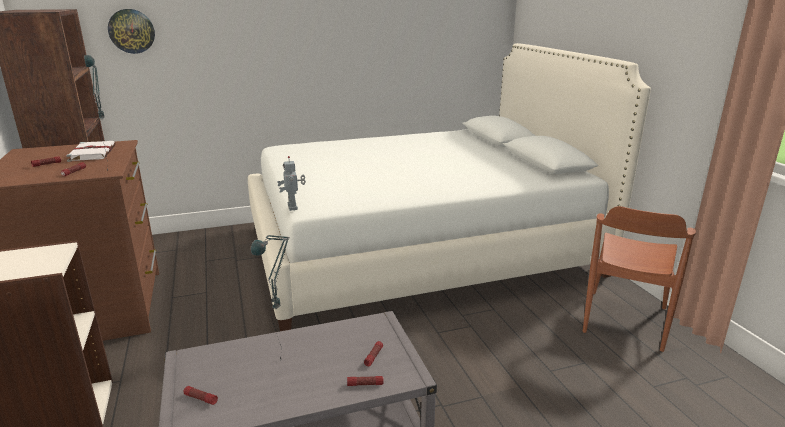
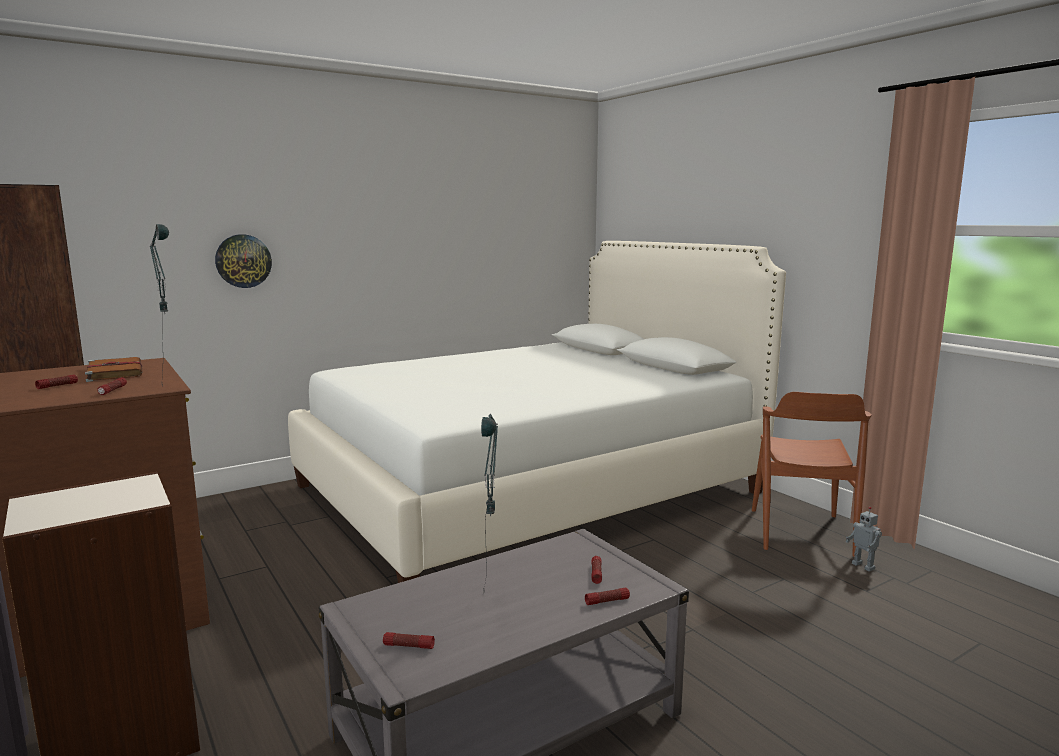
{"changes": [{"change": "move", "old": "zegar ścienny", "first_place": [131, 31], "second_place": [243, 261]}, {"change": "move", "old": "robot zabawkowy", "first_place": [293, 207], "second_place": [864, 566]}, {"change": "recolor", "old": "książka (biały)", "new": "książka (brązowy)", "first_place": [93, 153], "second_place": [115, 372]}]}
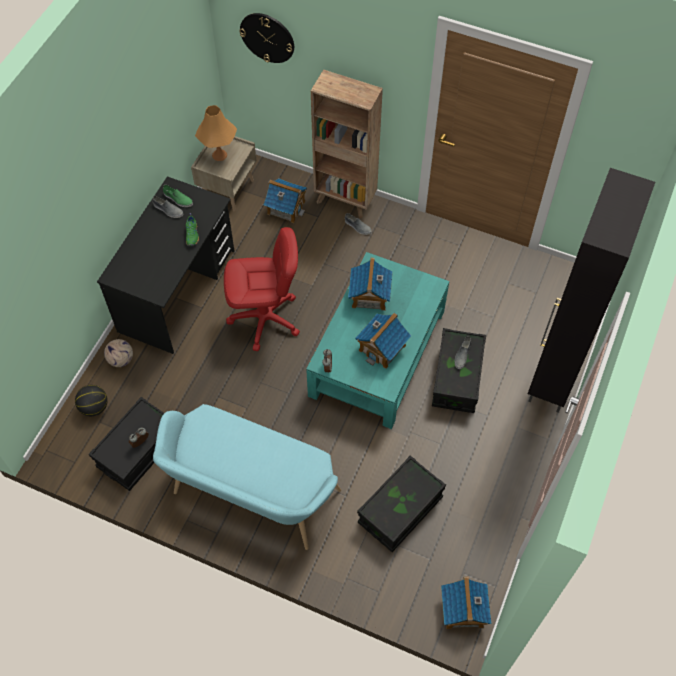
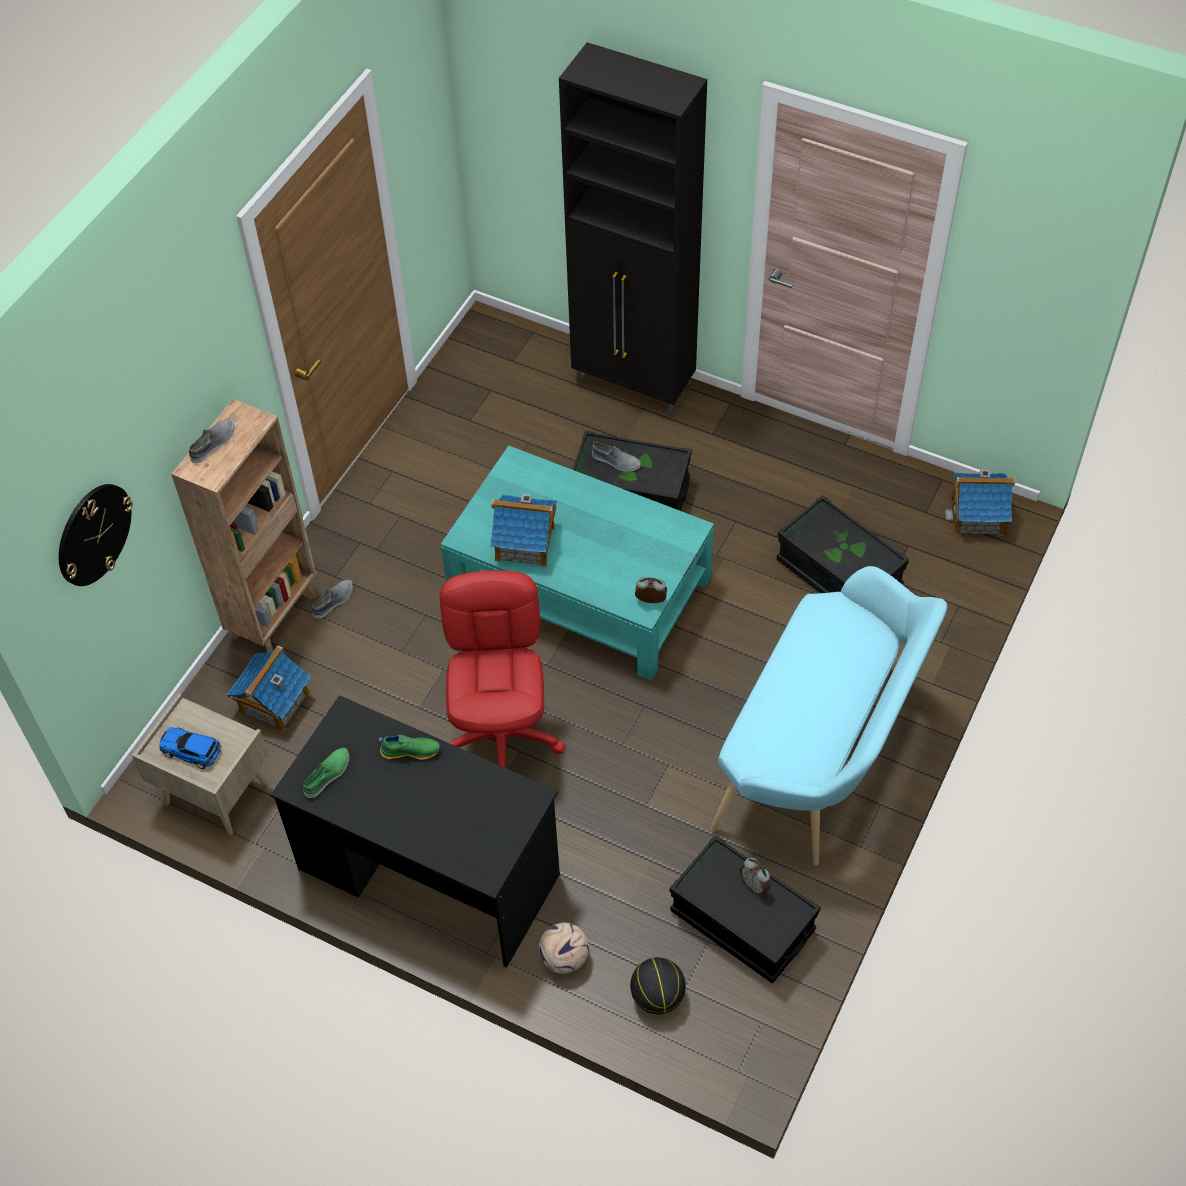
{"changes": [{"change": "delete", "old": "domek", "first_place": [382, 348]}, {"change": "move", "old": "but (szary)", "first_place": [168, 210], "second_place": [213, 443]}, {"change": "replace", "old": "lampa stołowa (pomarańczowy)", "new": "samochodzik", "first_place": [219, 155], "second_place": [192, 751]}]}
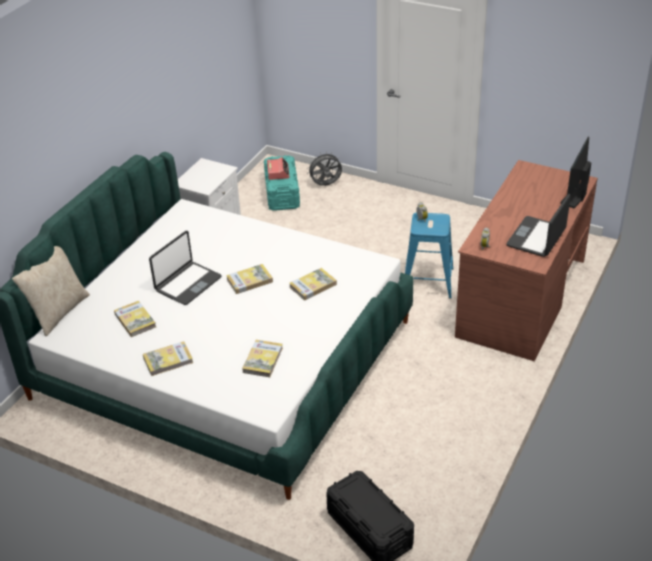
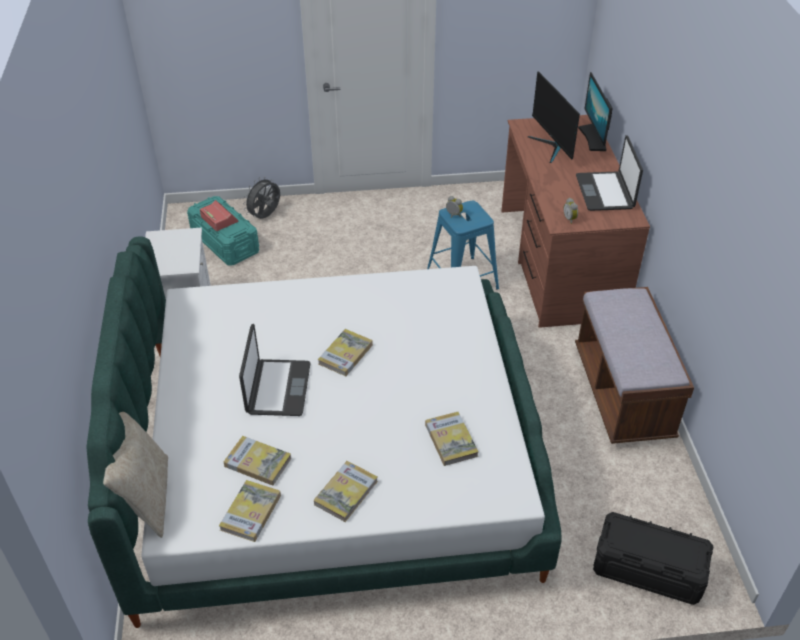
{"changes": [{"change": "insert", "new": "monitor", "second_place": [552, 147]}, {"change": "insert", "new": "ławka (brązowy)", "second_place": [622, 393]}, {"change": "move", "old": "książka", "first_place": [313, 286], "second_place": [251, 512]}]}
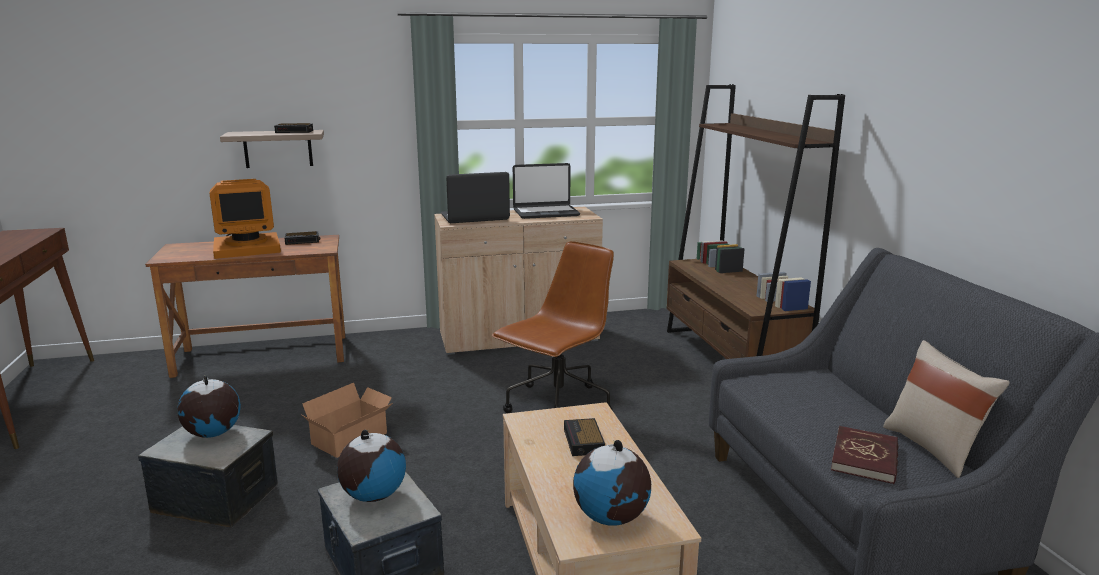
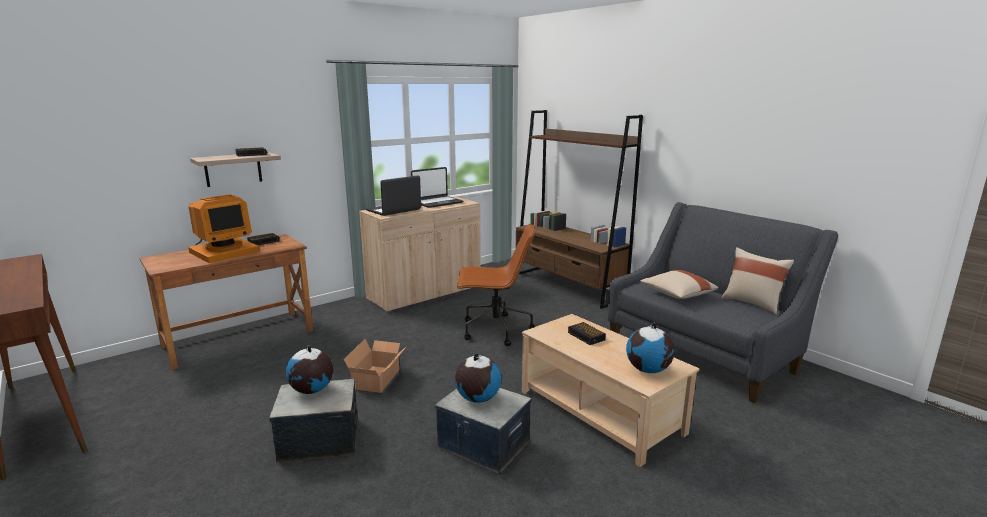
{"changes": [{"change": "delete", "old": "książka (czerwony)", "first_place": [865, 458]}, {"change": "insert", "new": "poduszka (beżowy)", "second_place": [677, 295]}, {"change": "rotate", "old": "krzesło biurowe (brązowy)", "first_place": [557, 406], "second_place": [494, 330], "degrees": 75}]}
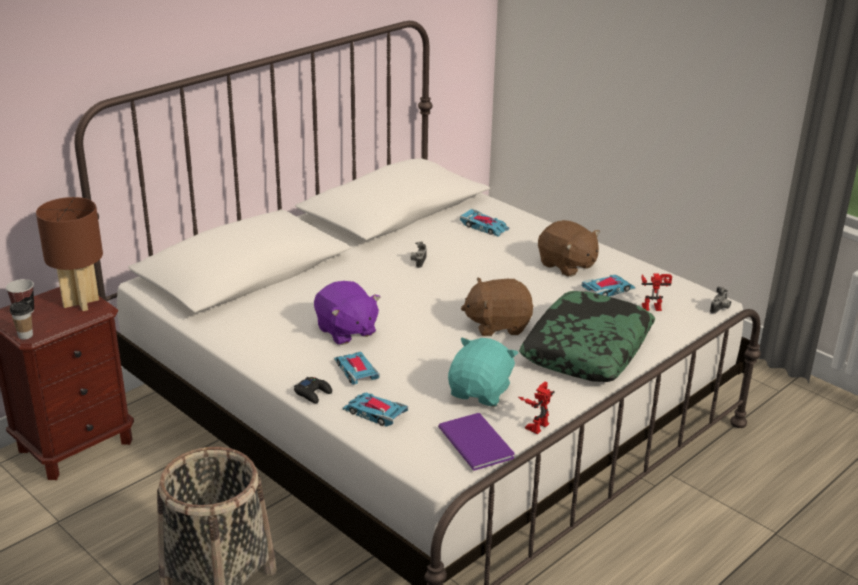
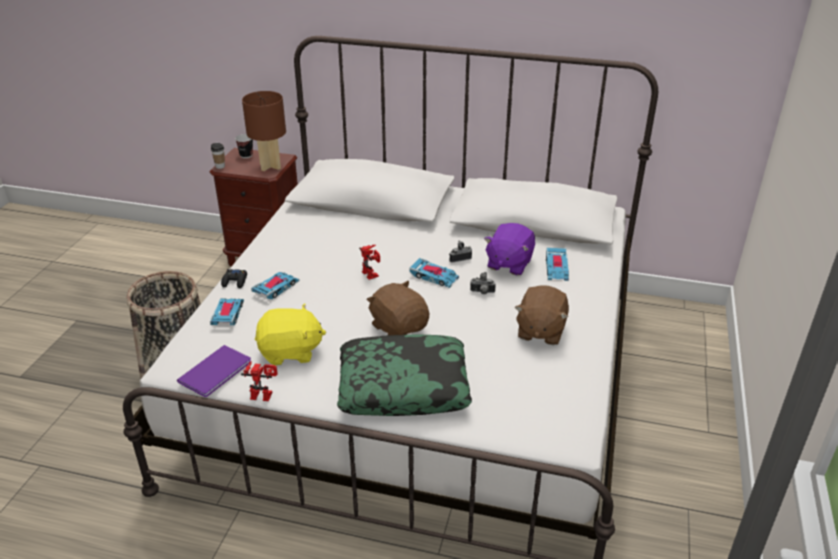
{"changes": [{"change": "move", "old": "pluszak (fioletowy)", "first_place": [346, 331], "second_place": [509, 264]}, {"change": "move", "old": "samochodzik", "first_place": [608, 290], "second_place": [434, 276]}, {"change": "move", "old": "robot zabawkowy", "first_place": [652, 306], "second_place": [372, 274]}, {"change": "move", "old": "aparat fotograficzny", "first_place": [720, 309], "second_place": [482, 292]}, {"change": "recolor", "old": "pluszak (turkusowy)", "new": "pluszak (żółty)", "first_place": [481, 392], "second_place": [290, 352]}]}
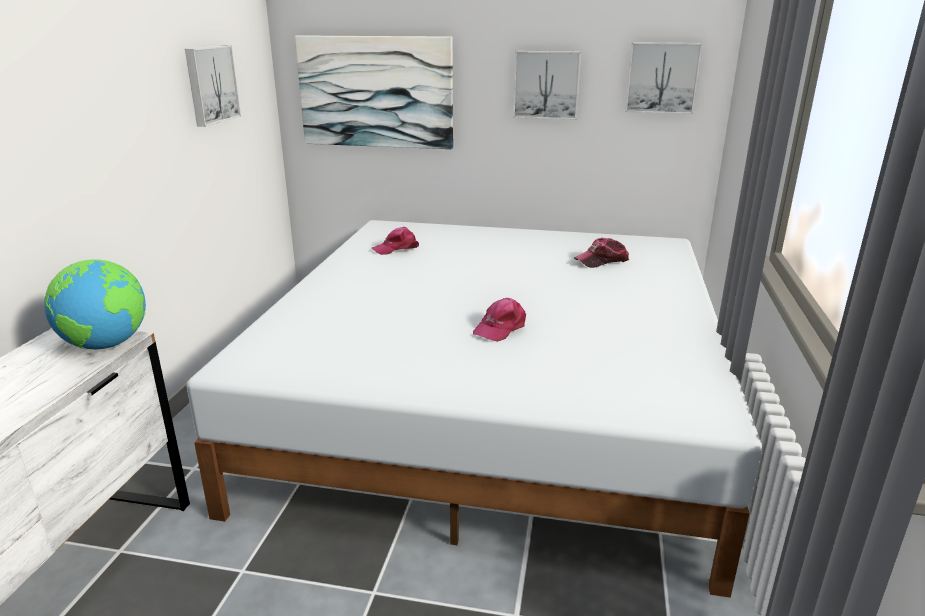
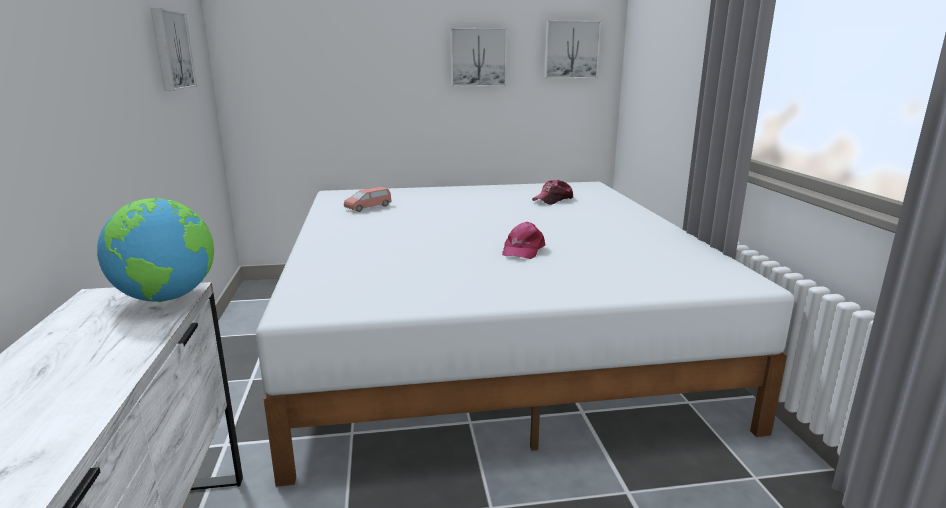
{"changes": [{"change": "delete", "old": "obraz", "first_place": [376, 92]}, {"change": "replace", "old": "czapka z daszkiem (różowy)", "new": "samochodzik (różowy)", "first_place": [396, 248], "second_place": [368, 207]}]}
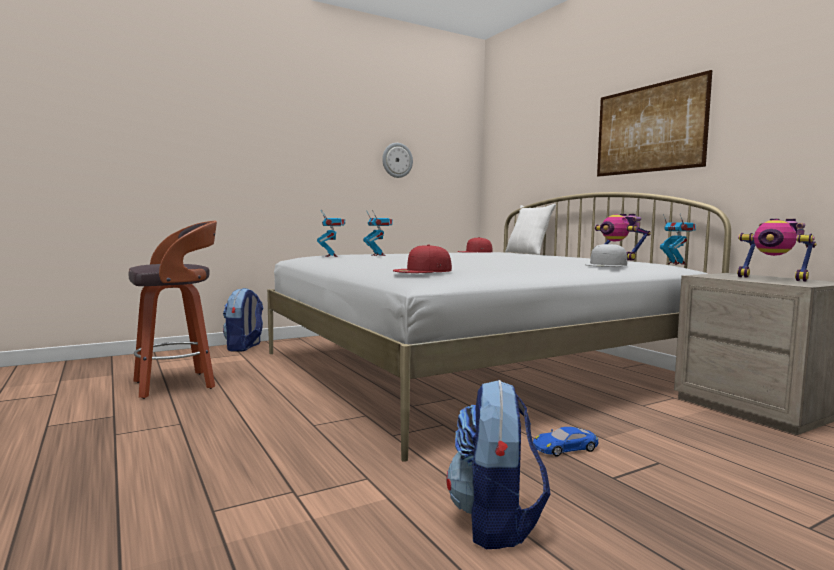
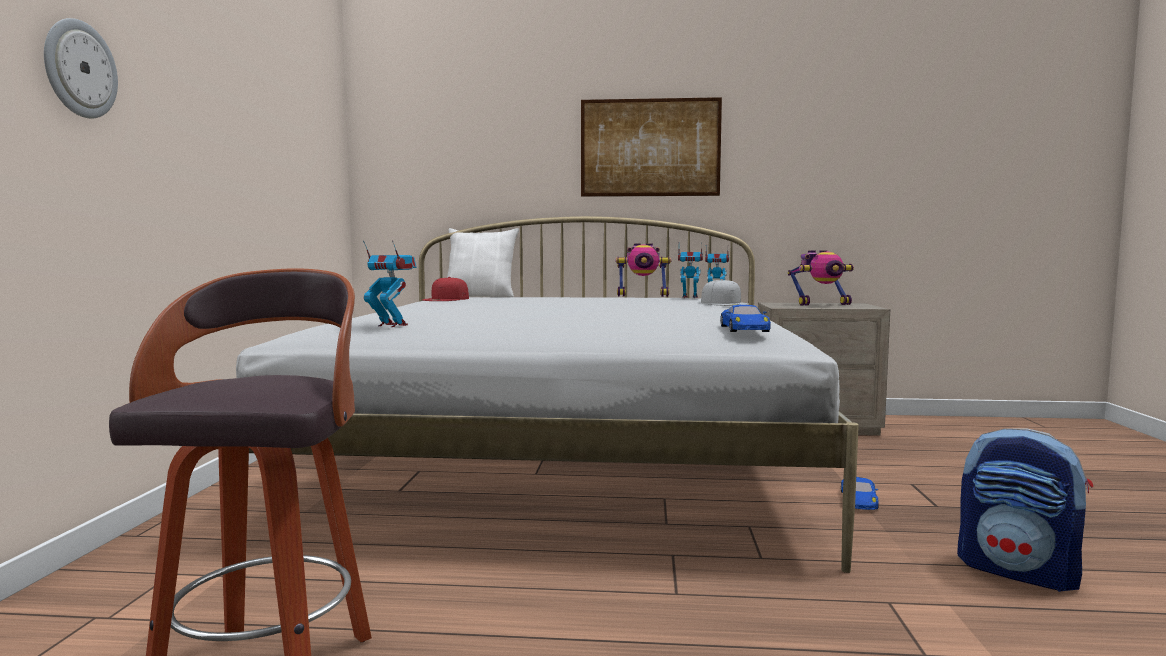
{"changes": [{"change": "delete", "old": "plecak", "first_place": [244, 347]}, {"change": "move", "old": "robot zabawkowy", "first_place": [378, 255], "second_place": [689, 297]}, {"change": "move", "old": "zegar ścienny", "first_place": [397, 160], "second_place": [79, 69]}, {"change": "replace", "old": "czapka z daszkiem (czerwony)", "new": "samochodzik (niebieski)", "first_place": [422, 270], "second_place": [744, 329]}]}
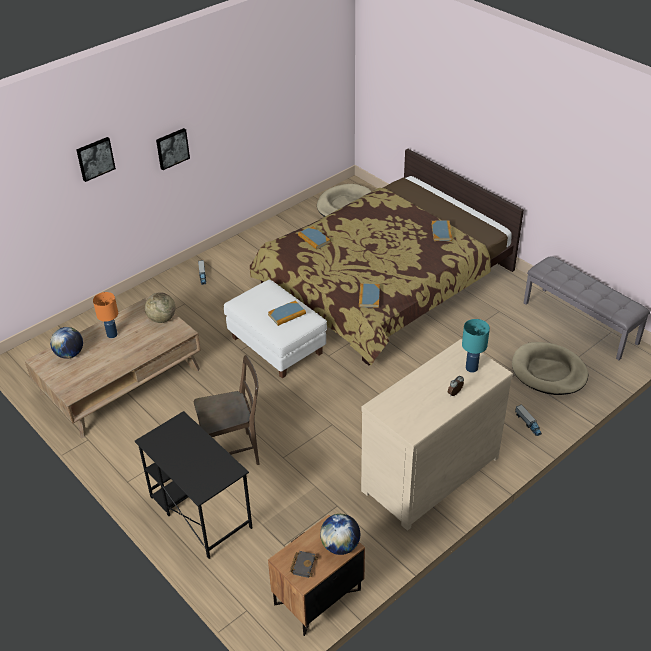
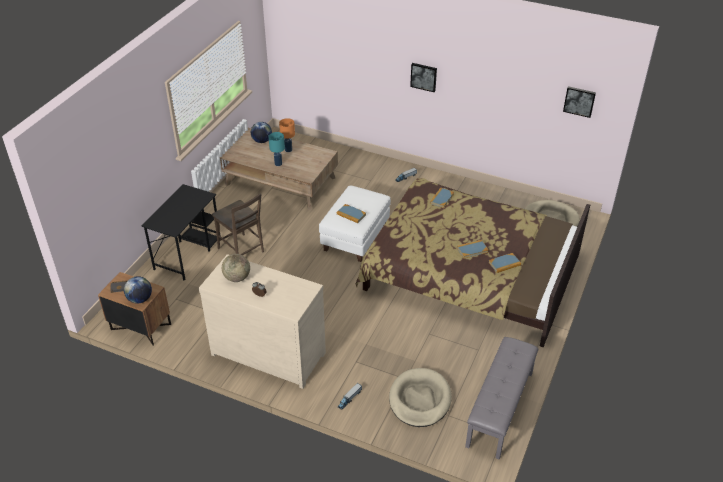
{"changes": [{"change": "move", "old": "obraz", "first_place": [95, 158], "second_place": [579, 101]}, {"change": "move", "old": "globus", "first_place": [162, 319], "second_place": [237, 278]}, {"change": "move", "old": "książka", "first_place": [369, 297], "second_place": [472, 250]}, {"change": "move", "old": "lampa stołowa (turkusowy)", "first_place": [472, 368], "second_place": [278, 164]}]}
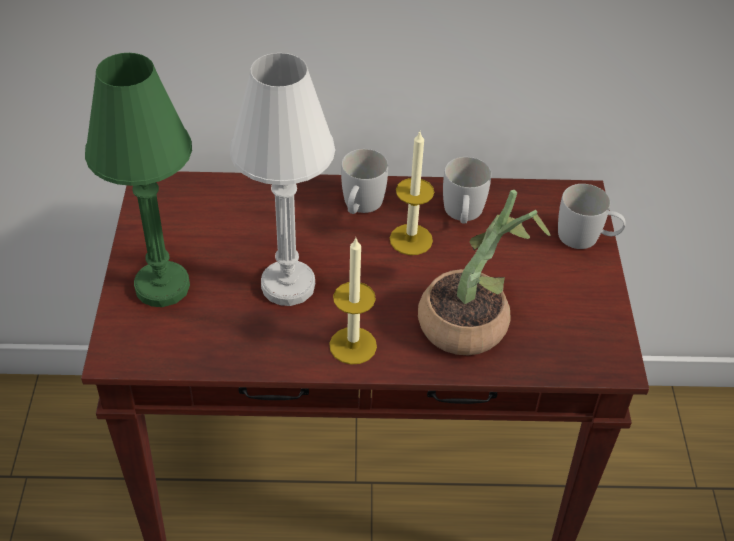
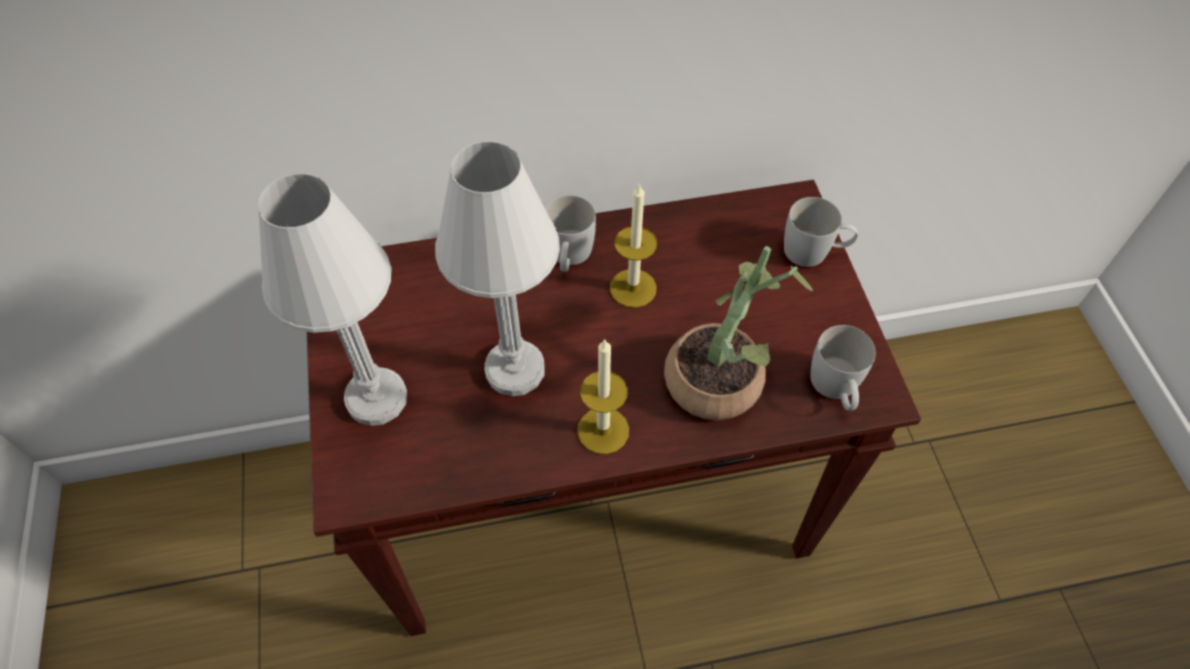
{"changes": [{"change": "move", "old": "kubek (biały)", "first_place": [463, 214], "second_place": [836, 389]}, {"change": "recolor", "old": "lampa stołowa (zielony)", "new": "lampa stołowa (biały)", "first_place": [162, 286], "second_place": [377, 398]}]}
